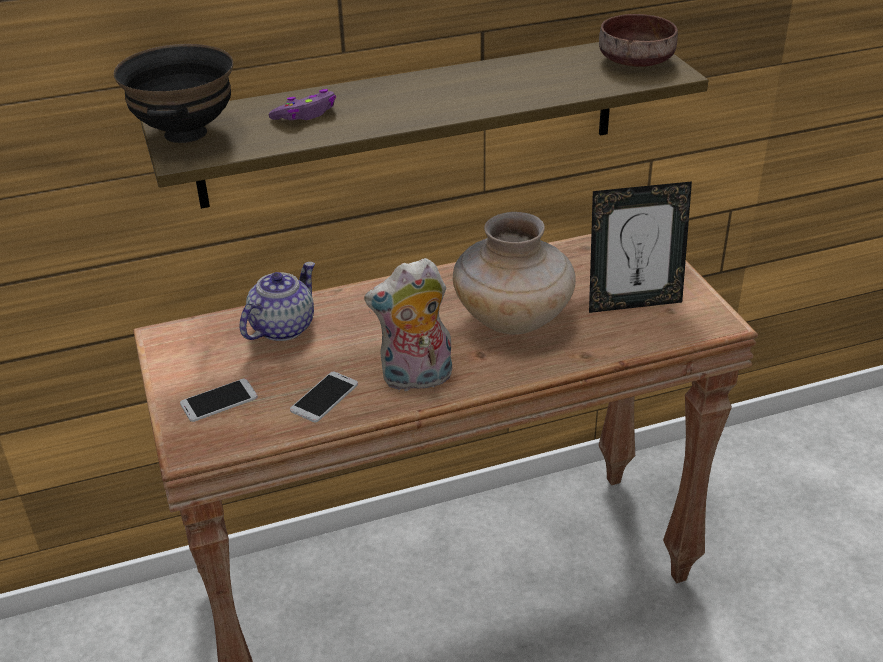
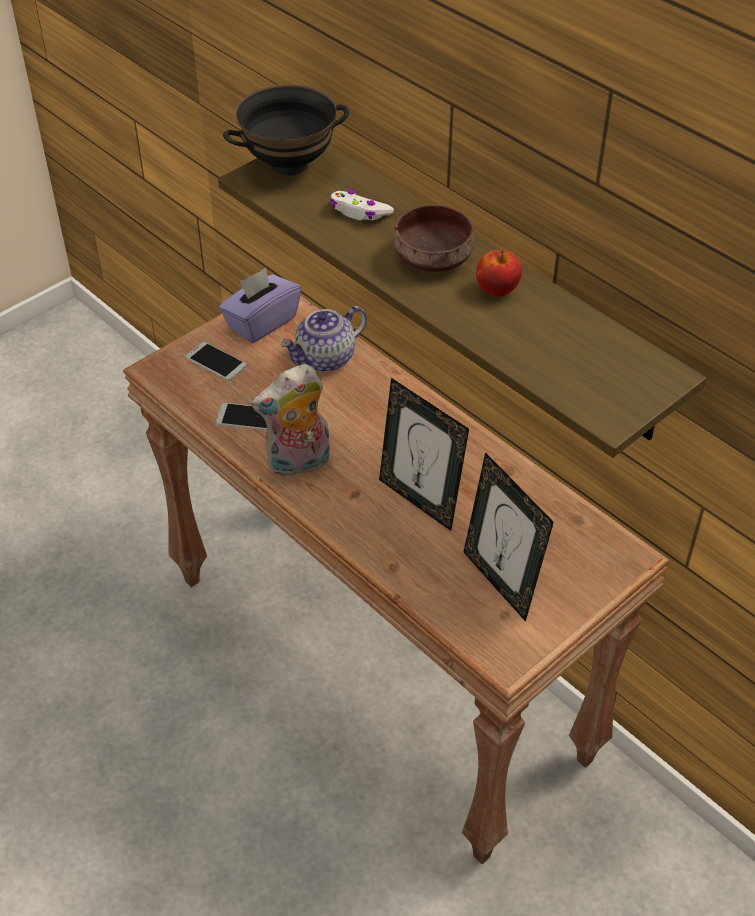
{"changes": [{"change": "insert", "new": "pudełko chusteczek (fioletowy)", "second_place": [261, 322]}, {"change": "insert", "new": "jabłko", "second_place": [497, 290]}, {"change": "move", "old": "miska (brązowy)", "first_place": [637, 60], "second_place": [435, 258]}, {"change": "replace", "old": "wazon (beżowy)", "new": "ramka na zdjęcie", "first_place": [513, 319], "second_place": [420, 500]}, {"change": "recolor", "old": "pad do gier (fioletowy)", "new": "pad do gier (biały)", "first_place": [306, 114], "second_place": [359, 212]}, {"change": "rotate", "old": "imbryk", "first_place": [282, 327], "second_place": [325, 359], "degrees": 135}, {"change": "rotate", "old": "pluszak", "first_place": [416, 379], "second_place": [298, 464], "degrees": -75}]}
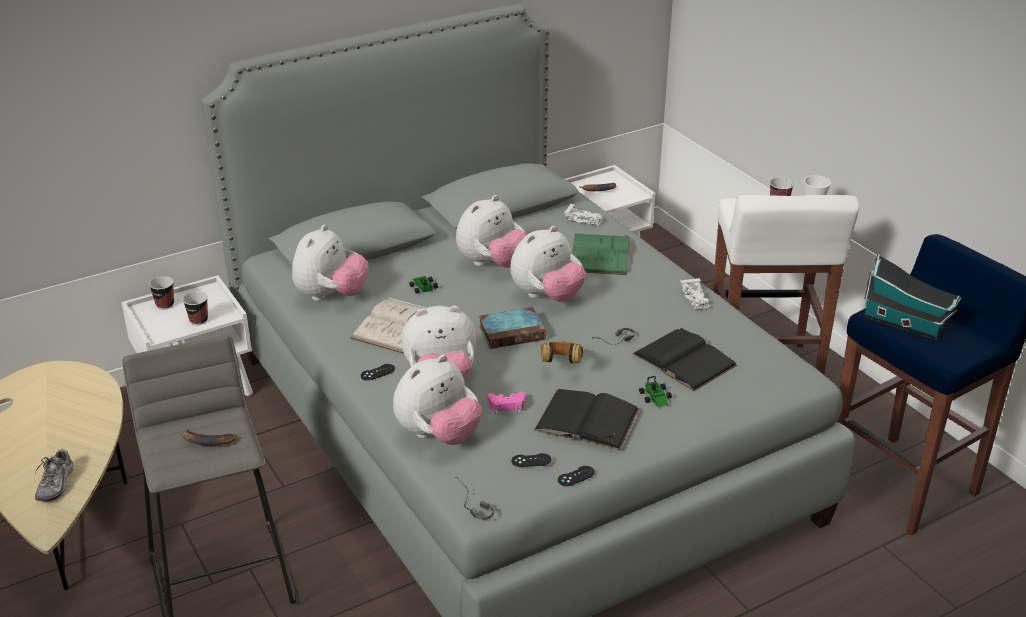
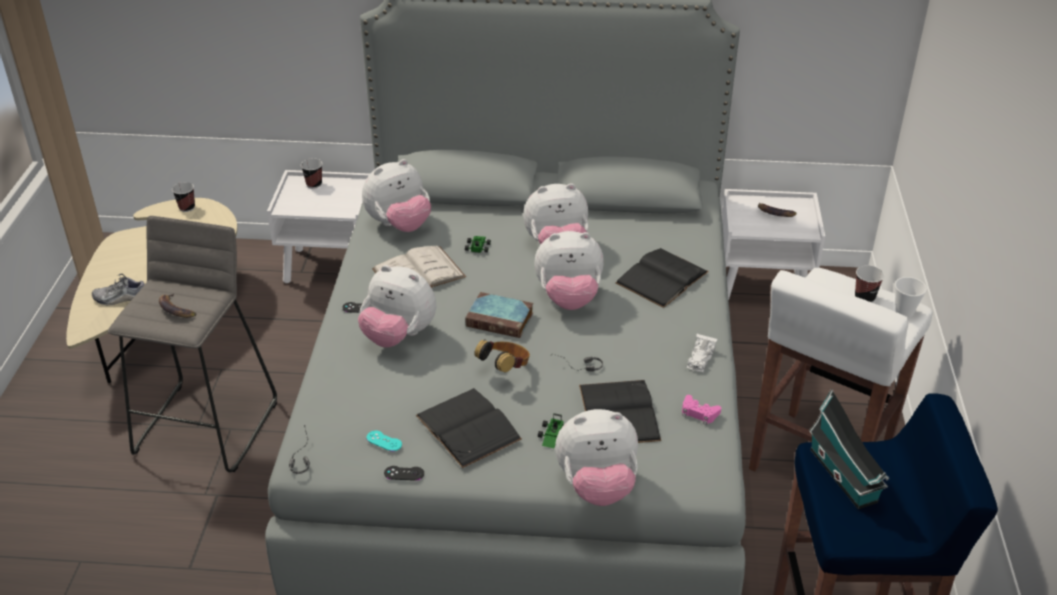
{"changes": [{"change": "delete", "old": "samochodzik (biały)", "first_place": [584, 219]}, {"change": "move", "old": "filiżanka", "first_place": [198, 320], "second_place": [187, 207]}, {"change": "move", "old": "pluszak", "first_place": [438, 435], "second_place": [597, 486]}, {"change": "move", "old": "pad do gier (różowy)", "first_place": [507, 405], "second_place": [699, 413]}, {"change": "recolor", "old": "pad do gier (czarny)", "new": "pad do gier (turkusowy)", "first_place": [531, 460], "second_place": [384, 441]}, {"change": "recolor", "old": "książka (zielony)", "new": "książka (czarny)", "first_place": [600, 254], "second_place": [662, 277]}, {"change": "rotate", "old": "but", "first_place": [56, 484], "second_place": [121, 298], "degrees": 45}]}
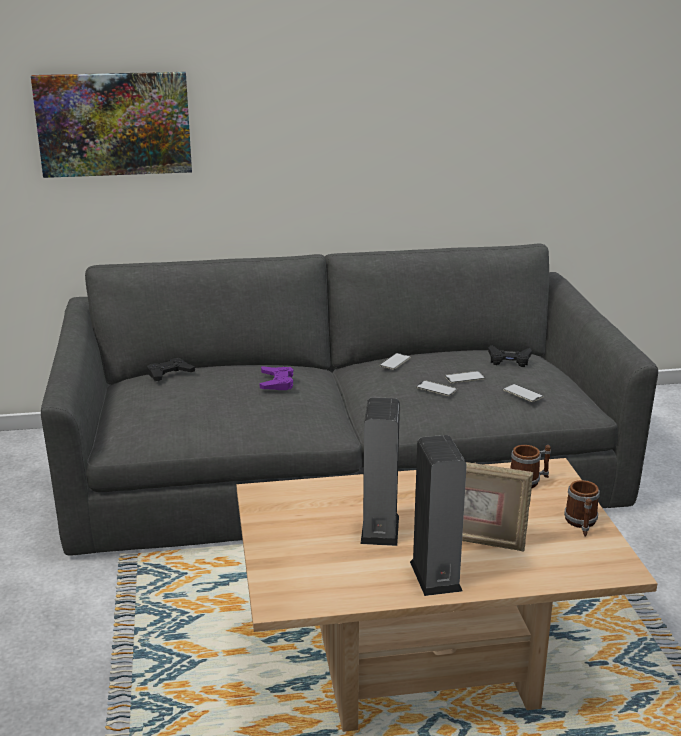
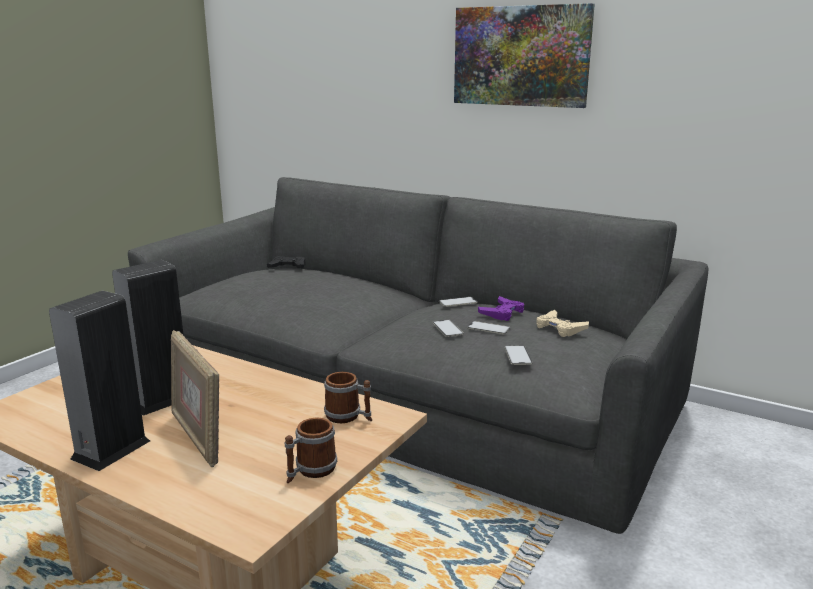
{"changes": [{"change": "move", "old": "obraz", "first_place": [114, 124], "second_place": [521, 56]}, {"change": "move", "old": "pad do gier (fioletowy)", "first_place": [277, 382], "second_place": [502, 313]}, {"change": "recolor", "old": "pad do gier (czarny)", "new": "pad do gier (beżowy)", "first_place": [509, 360], "second_place": [560, 328]}]}
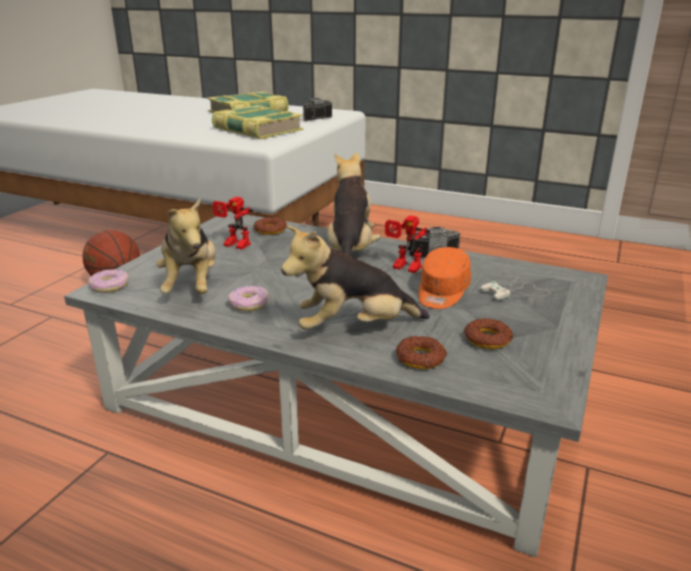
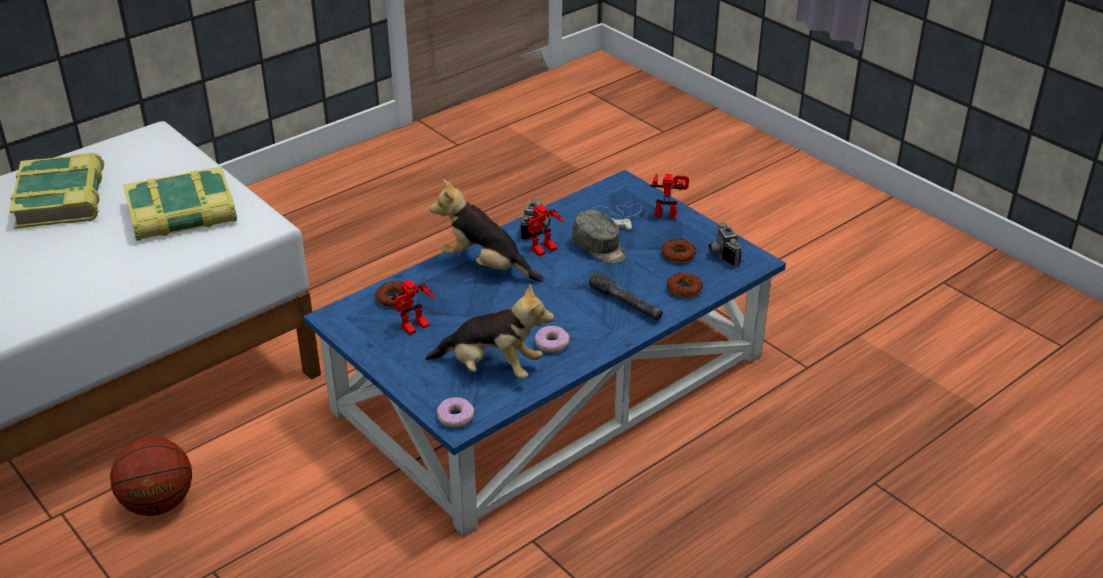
{"changes": [{"change": "insert", "new": "robot zabawkowy", "second_place": [668, 212]}, {"change": "move", "old": "aparat fotograficzny", "first_place": [314, 118], "second_place": [721, 255]}, {"change": "replace", "old": "pluszak", "new": "latarka (szary)", "first_place": [353, 328], "second_place": [626, 304]}, {"change": "recolor", "old": "ława (szary)", "new": "ława (niebieski)", "first_place": [349, 397], "second_place": [551, 381]}, {"change": "recolor", "old": "czapka z daszkiem (pomarańczowy)", "new": "czapka z daszkiem (szary)", "first_place": [442, 292], "second_place": [599, 248]}]}
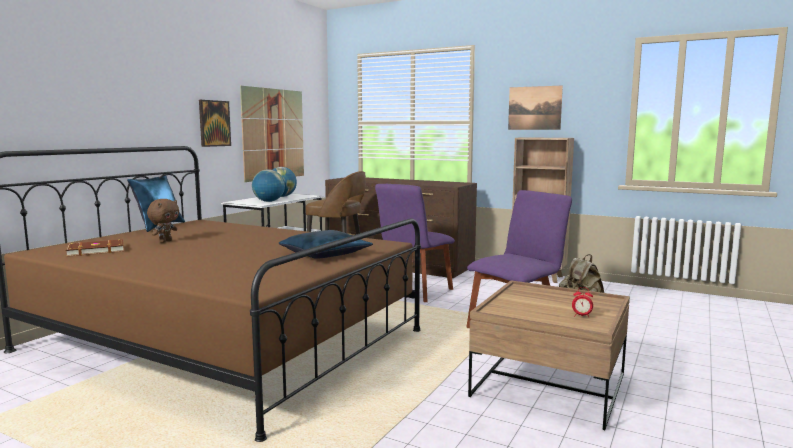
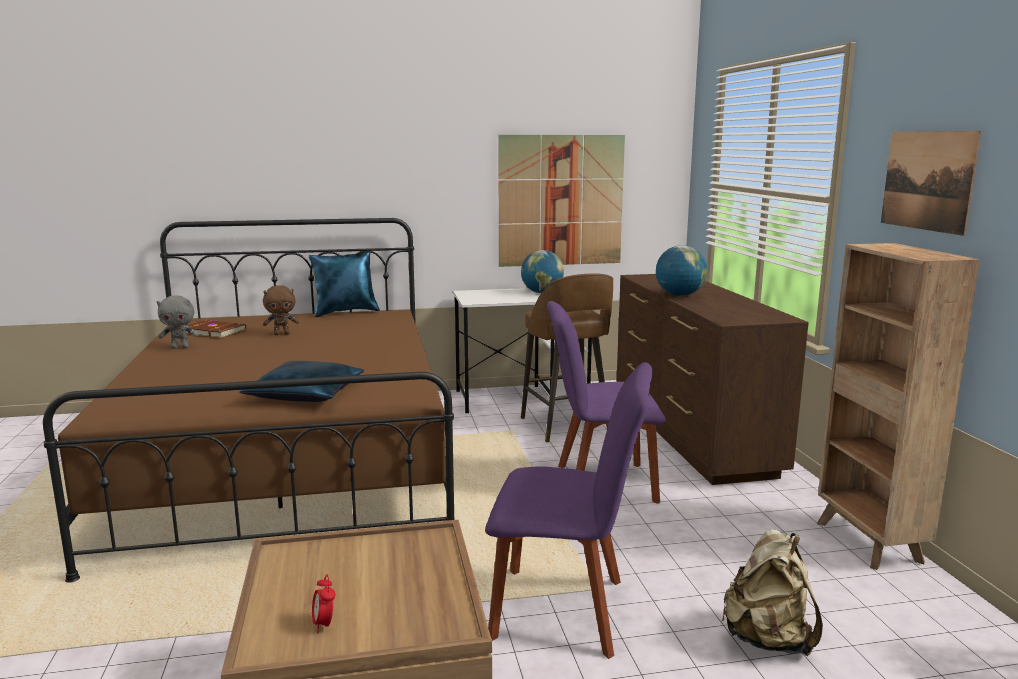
{"changes": [{"change": "delete", "old": "obraz", "first_place": [214, 123]}, {"change": "insert", "new": "pluszak (szary)", "second_place": [180, 347]}, {"change": "move", "old": "globus", "first_place": [269, 201], "second_place": [679, 295]}]}
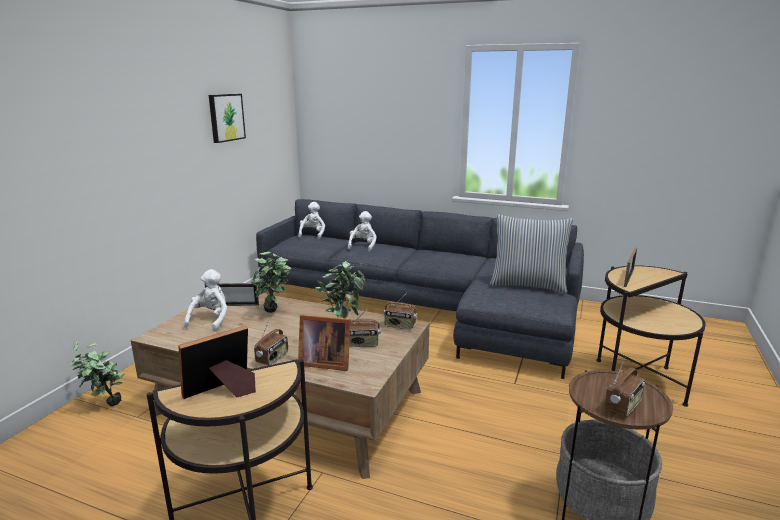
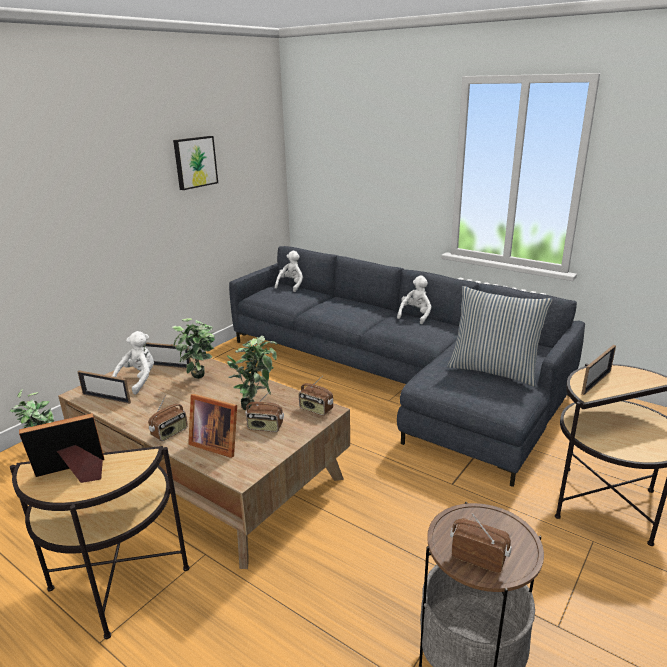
{"changes": [{"change": "insert", "new": "ramka na zdjęcie", "second_place": [106, 398]}, {"change": "move", "old": "pluszak (biały)", "first_place": [363, 246], "second_place": [415, 315]}, {"change": "rotate", "old": "radio", "first_place": [623, 406], "second_place": [478, 557], "degrees": -120}]}
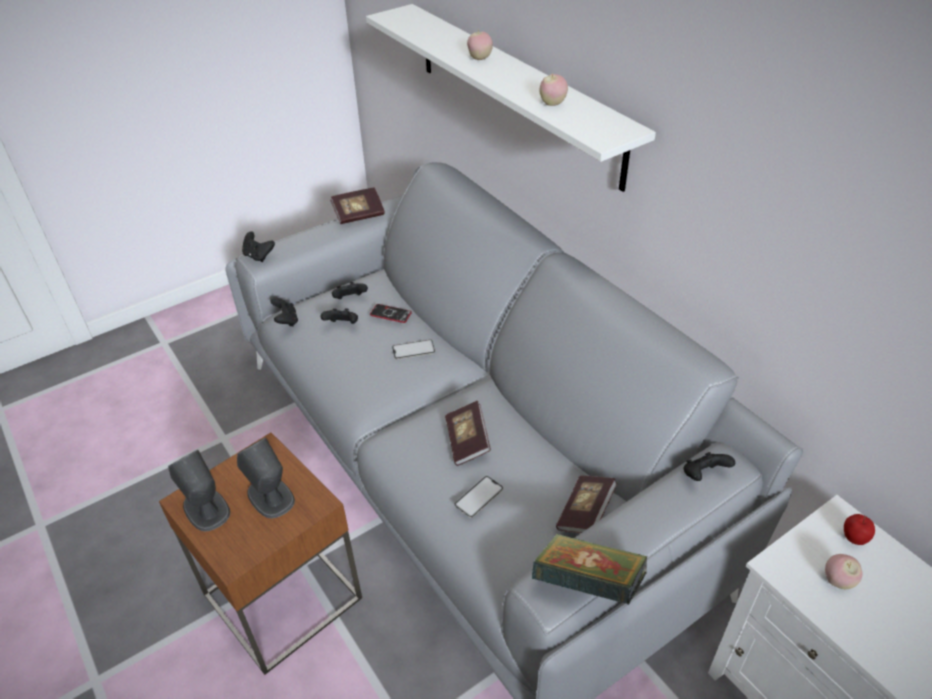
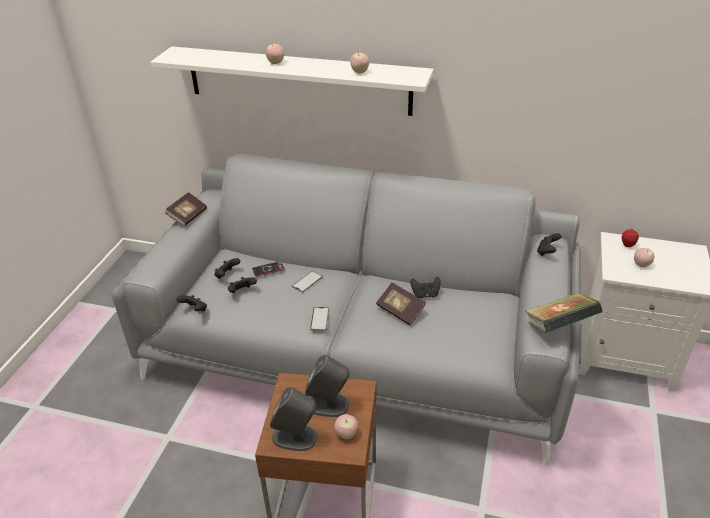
{"changes": [{"change": "delete", "old": "książka", "first_place": [585, 513]}, {"change": "insert", "new": "jabłko", "second_place": [346, 434]}, {"change": "move", "old": "pad do gier (czarny)", "first_place": [258, 256], "second_place": [425, 294]}, {"change": "move", "old": "telefon", "first_place": [479, 497], "second_place": [320, 319]}]}
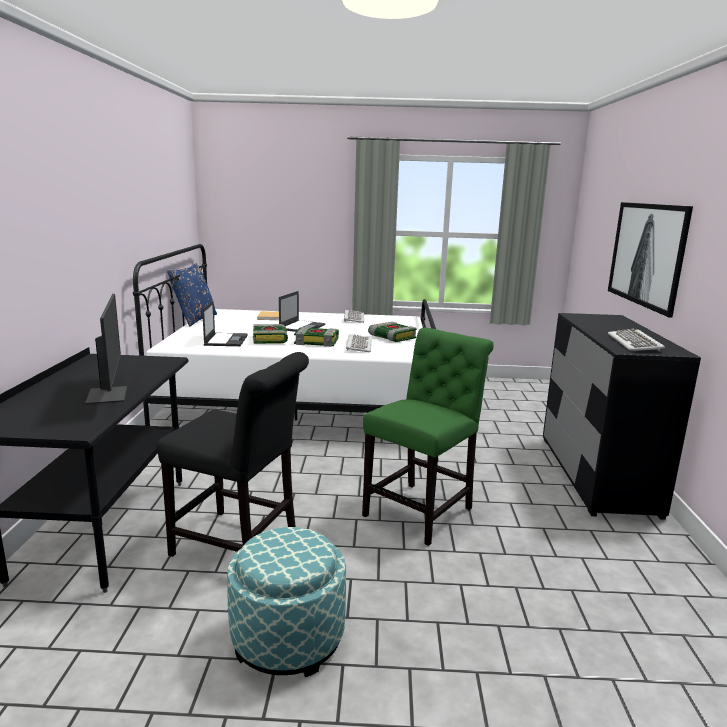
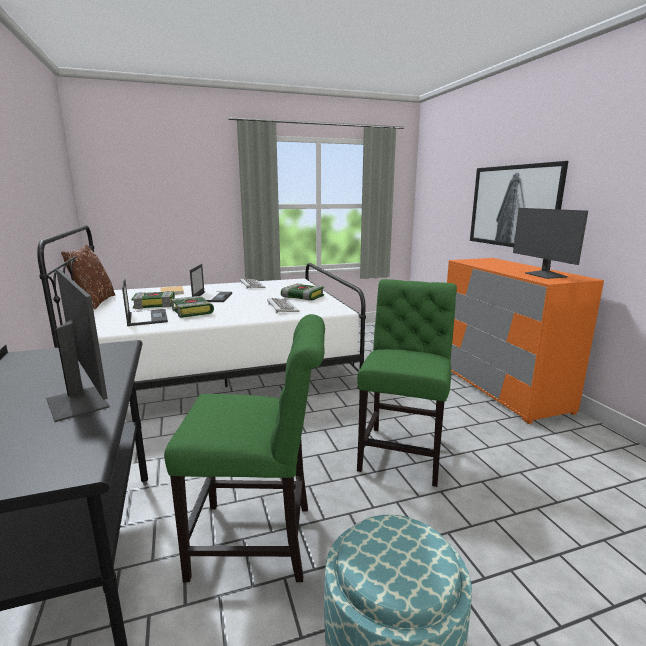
{"changes": [{"change": "move", "old": "książka", "first_place": [317, 342], "second_place": [155, 304]}, {"change": "replace", "old": "klawiatura", "new": "monitor", "first_place": [635, 343], "second_place": [544, 275]}, {"change": "recolor", "old": "krzesło (czarny)", "new": "krzesło (zielony)", "first_place": [240, 545], "second_place": [260, 541]}, {"change": "recolor", "old": "poduszka (niebieski)", "new": "poduszka (brązowy)", "first_place": [194, 319], "second_place": [94, 302]}, {"change": "recolor", "old": "komoda (czarny)", "new": "komoda (pomarańczowy)", "first_place": [596, 474], "second_place": [500, 387]}]}
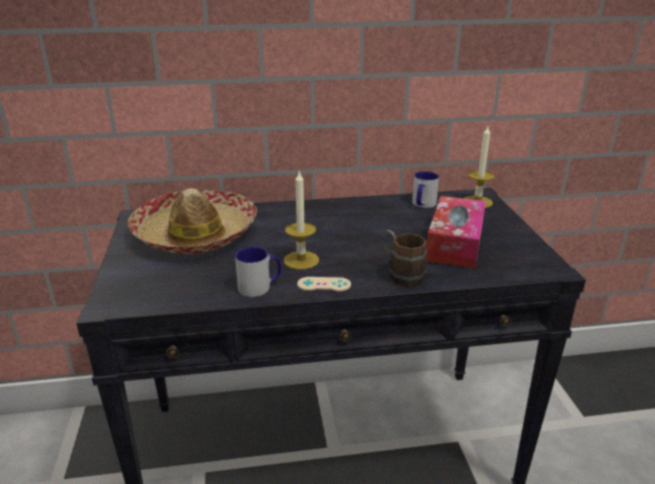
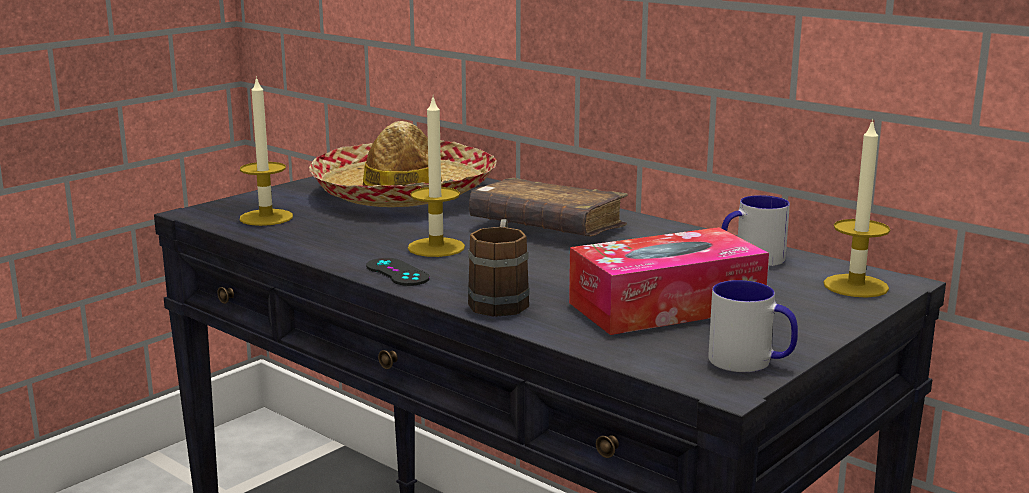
{"changes": [{"change": "insert", "new": "świeca", "second_place": [266, 217]}, {"change": "insert", "new": "książka (brązowy)", "second_place": [547, 227]}, {"change": "move", "old": "kubek", "first_place": [260, 287], "second_place": [751, 362]}, {"change": "recolor", "old": "pad do gier (beżowy)", "new": "pad do gier (czarny)", "first_place": [324, 284], "second_place": [397, 272]}]}
